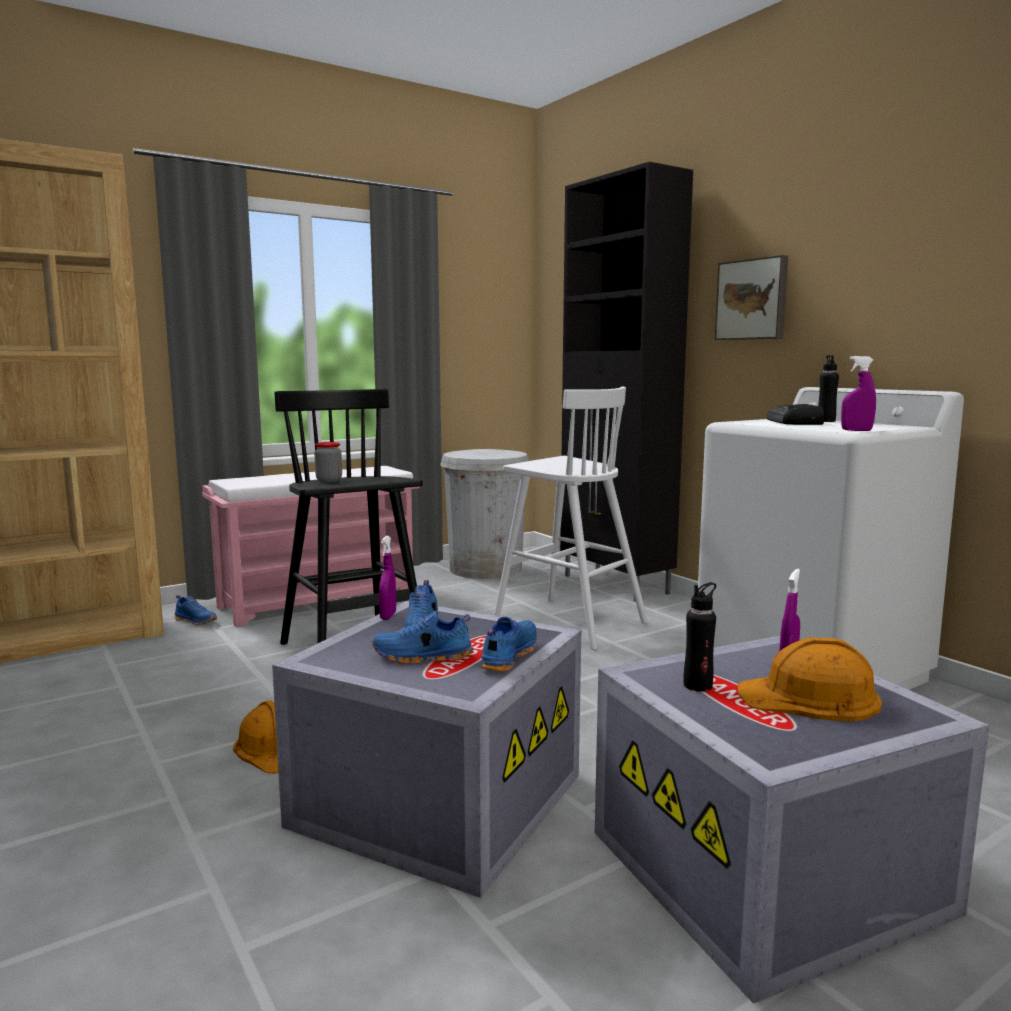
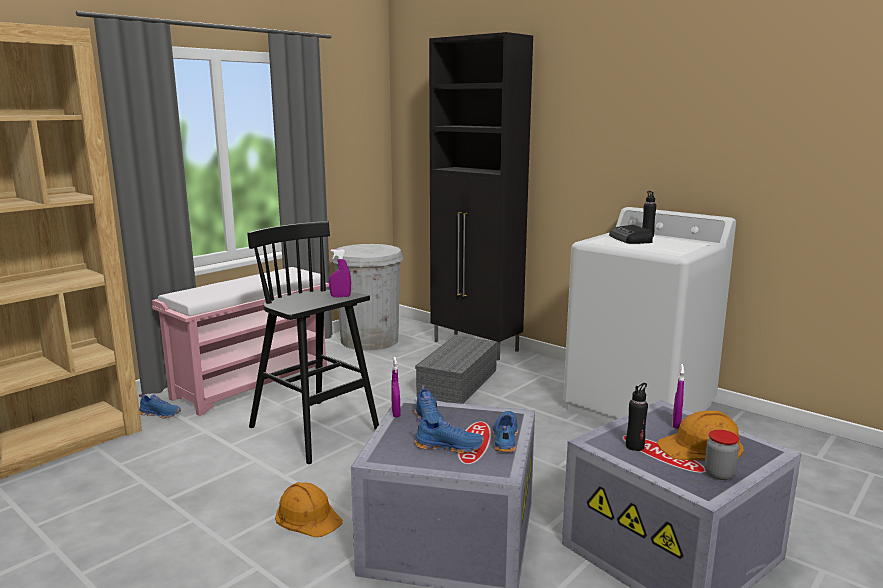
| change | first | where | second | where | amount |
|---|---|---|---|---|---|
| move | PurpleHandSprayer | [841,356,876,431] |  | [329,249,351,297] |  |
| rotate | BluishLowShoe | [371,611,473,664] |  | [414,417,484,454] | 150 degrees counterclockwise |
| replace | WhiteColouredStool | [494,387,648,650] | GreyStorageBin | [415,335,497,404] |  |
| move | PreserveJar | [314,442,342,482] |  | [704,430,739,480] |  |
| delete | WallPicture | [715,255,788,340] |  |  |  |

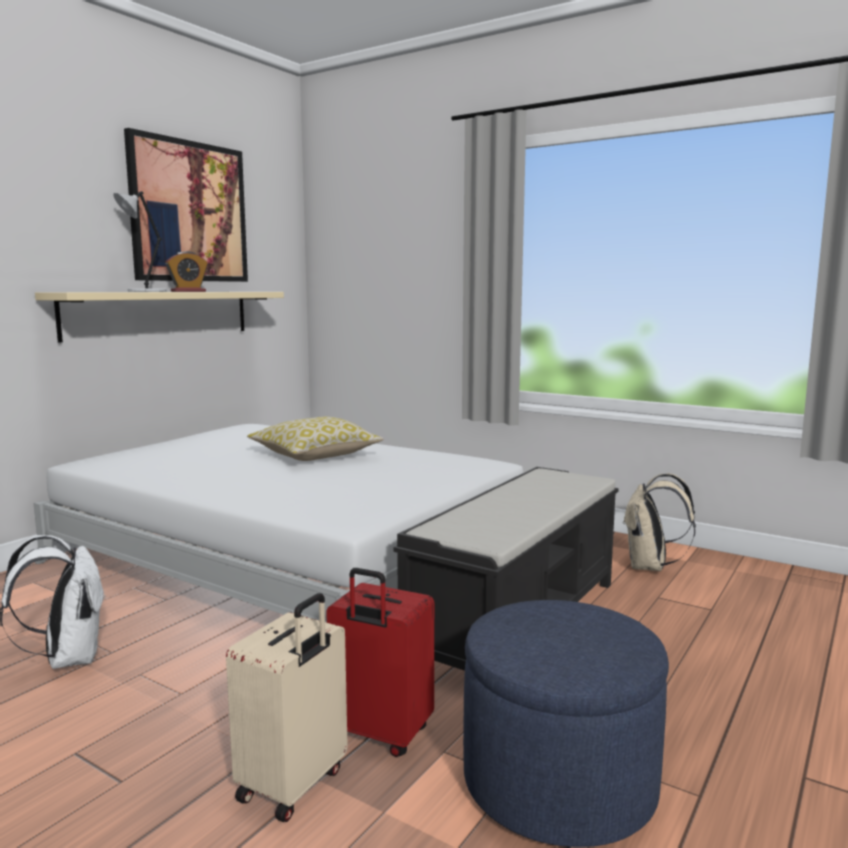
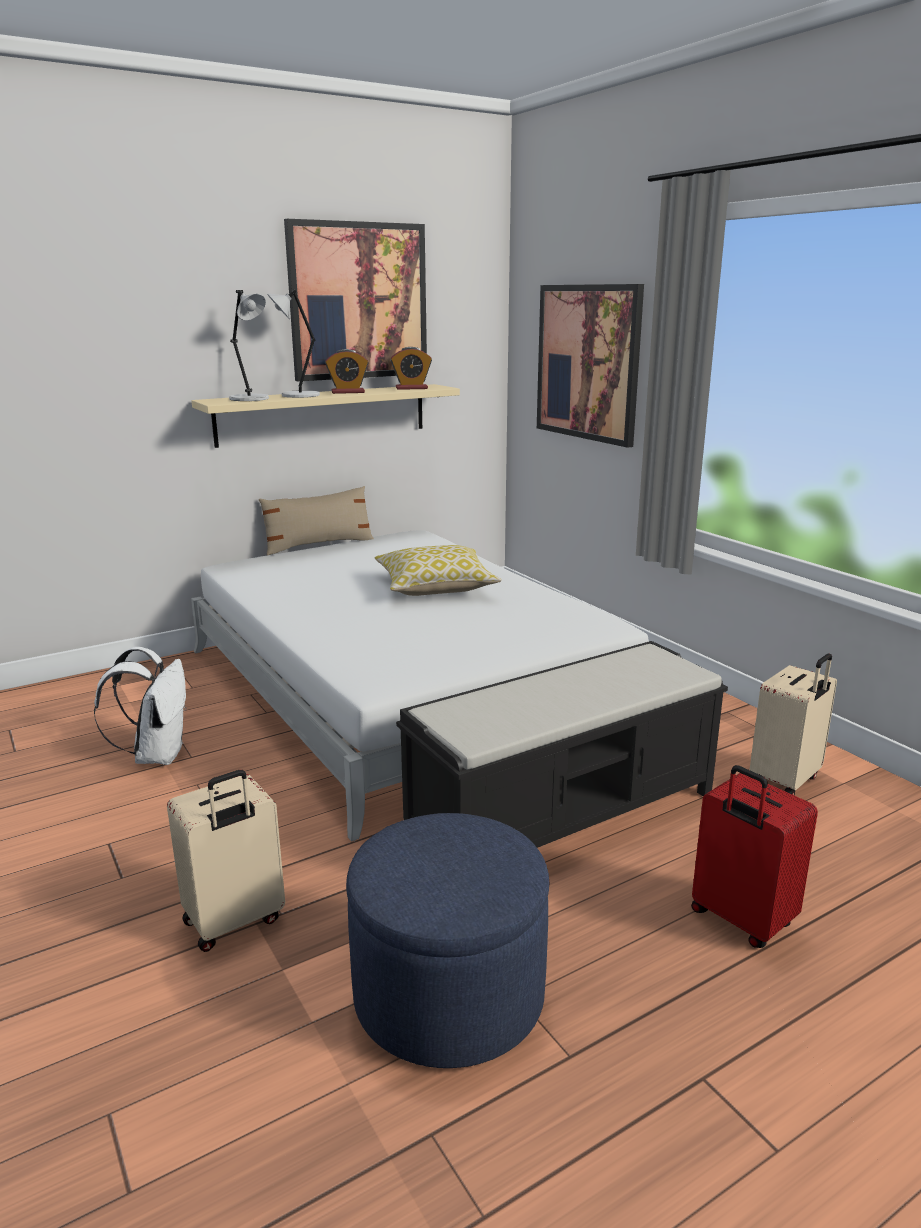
| change | first | where | second | where | amount |
|---|---|---|---|---|---|
| insert |  |  | GreyLampForATable | [229,290,269,401] |  |
| insert |  |  | BeigeCushion | [259,486,374,556] |  |
| insert |  |  | TableClock | [390,347,432,390] |  |
| insert |  |  | WallPicture | [537,284,644,448] |  |
| move | ReddishSuitcase | [326,568,434,757] |  | [691,765,818,948] |  |
| replace | BeigeRucksack | [623,473,696,571] | BeigeSuitcase | [750,654,837,796] |  |

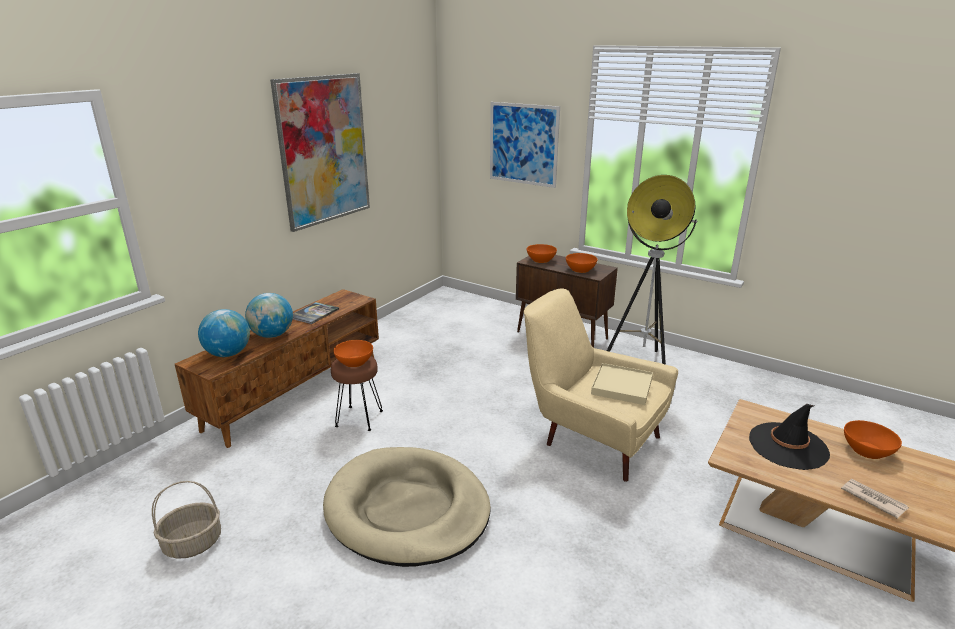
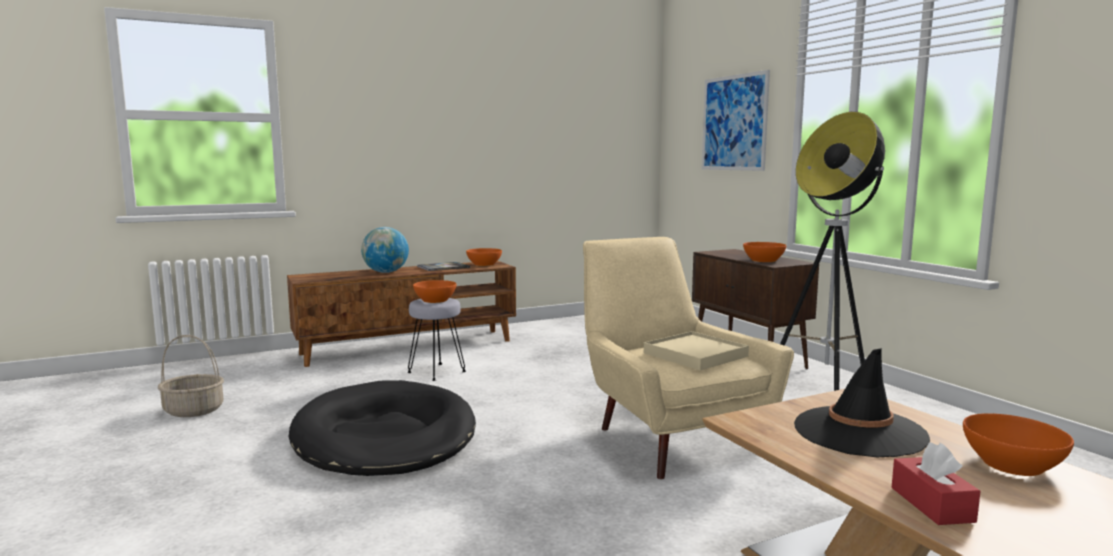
| change | first | where | second | where | amount |
|---|---|---|---|---|---|
| recolor | BeigeDogBed | [323,447,491,567] | BlackColouredDogBed | [288,380,476,476] |  |
| recolor | BrownishStool | [331,356,383,431] | GreyStool | [407,298,466,381] |  |
| move | OrangeColouredDeepDish | [527,244,557,263] |  | [466,248,502,266] |  |
| replace | DailyPaper | [841,479,909,519] | ReddishBoxOfTissues | [891,443,981,525] |  |
| delete | DeskGlobe | [198,309,250,357] |  |  |  |
| delete | WallPicture | [270,73,370,232] |  |  |  |

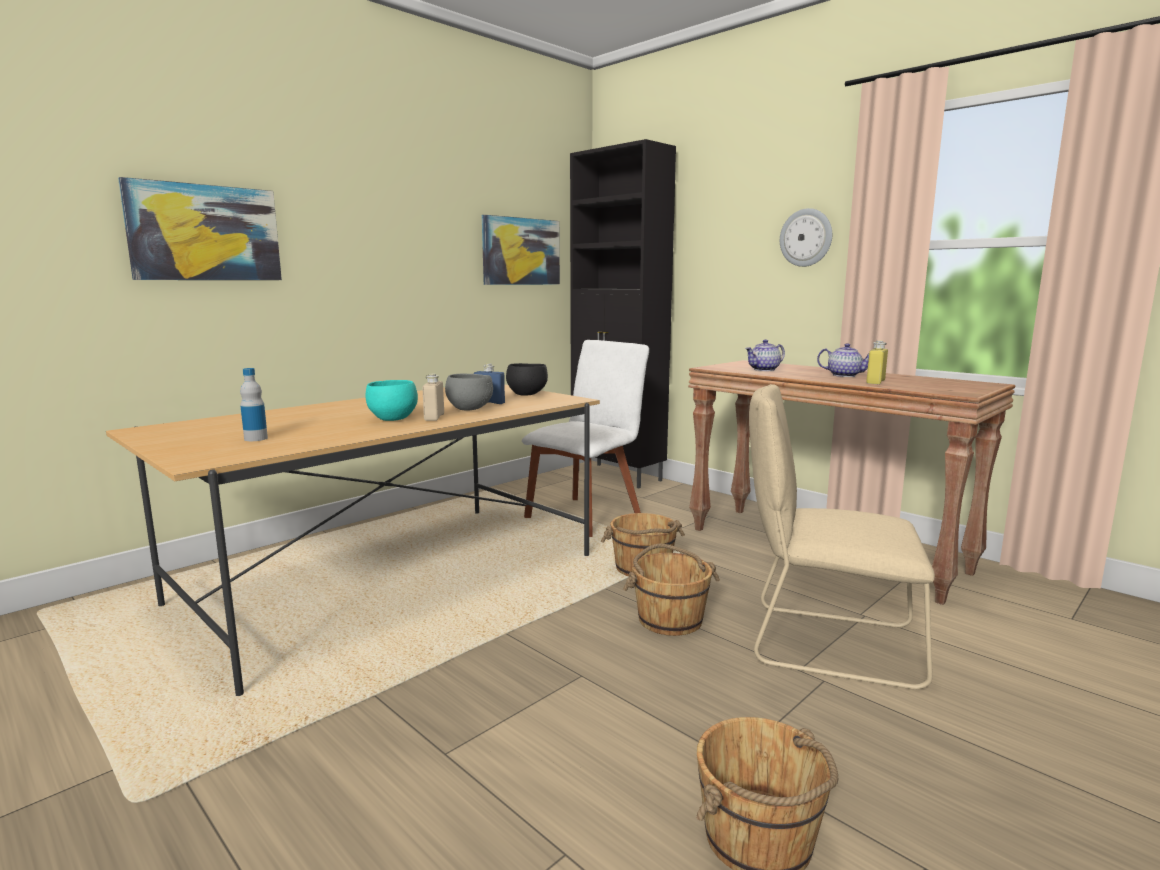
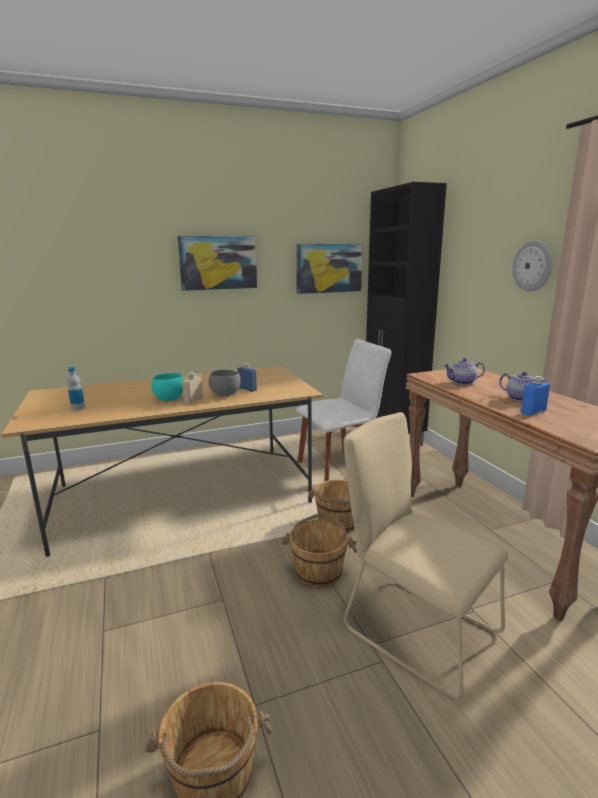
| change | first | where | second | where | amount |
|---|---|---|---|---|---|
| move | WallPicture | [118,177,282,280] |  | [177,236,257,291] |  |
| recolor | YellowDrinkBottle | [867,340,888,384] | BluishDrinkBottle | [521,376,550,416] |  |
| delete | BlackColouredDeepDish | [506,363,548,395] |  |  |  |

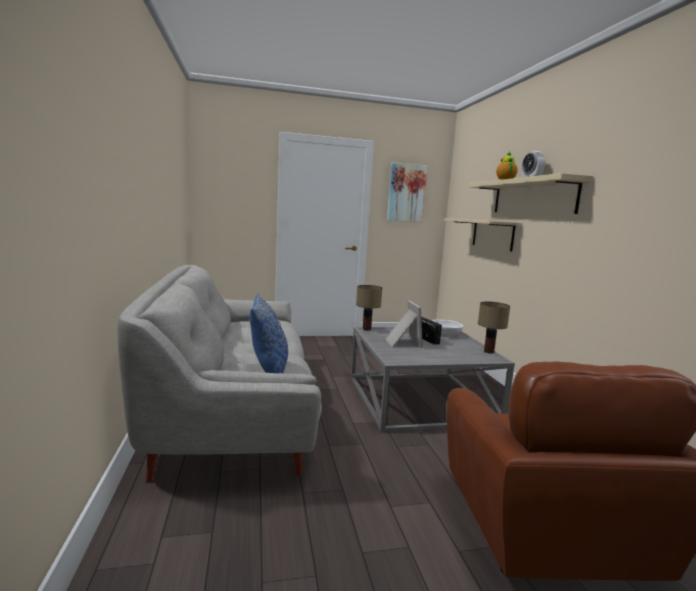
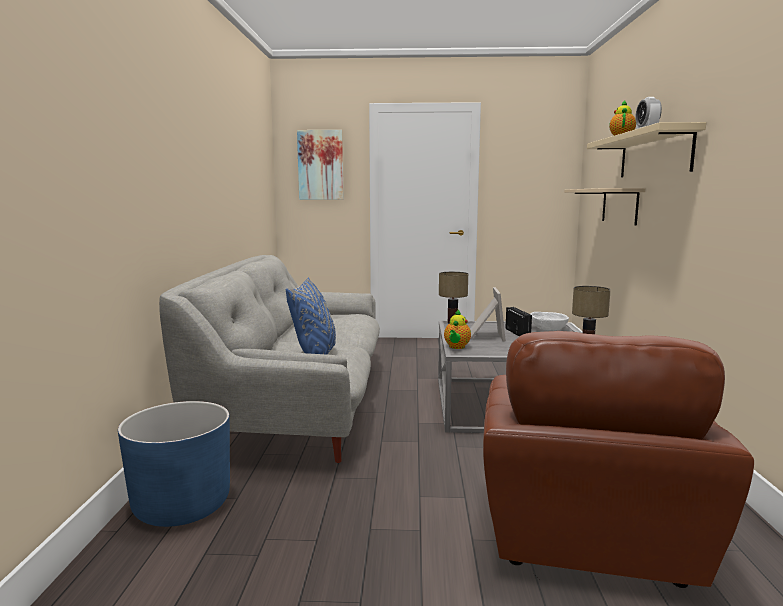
| change | first | where | second | where | amount |
|---|---|---|---|---|---|
| insert |  |  | BluishPlantPot | [118,401,230,527] |  |
| move | WallPicture | [387,162,428,222] |  | [297,130,343,200] |  |
| insert |  |  | Teapot | [444,310,471,349] |  |

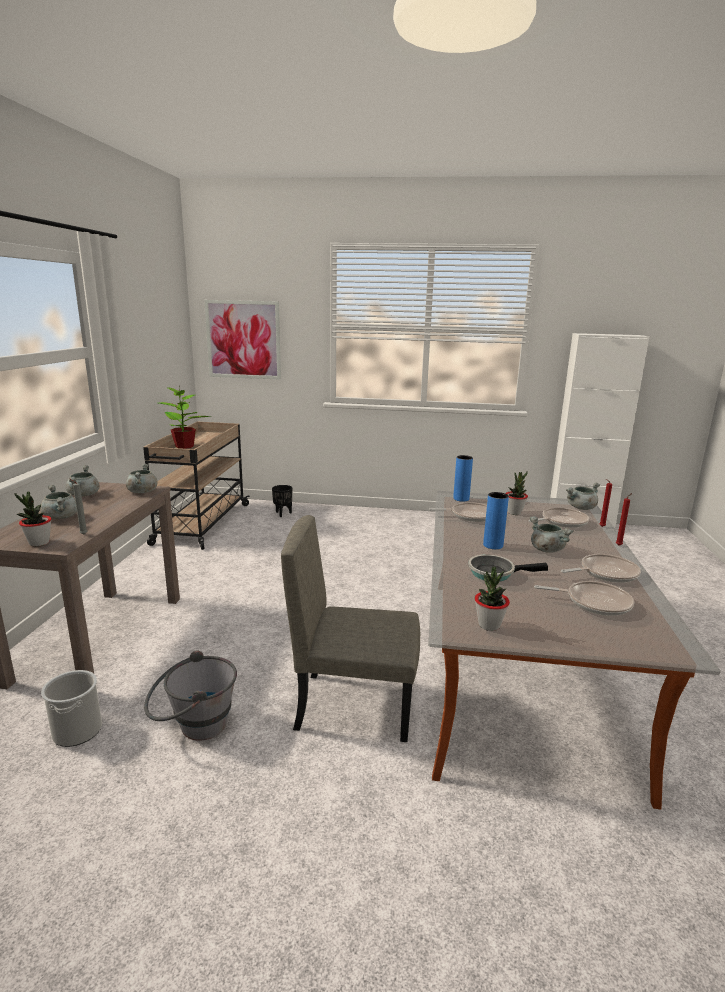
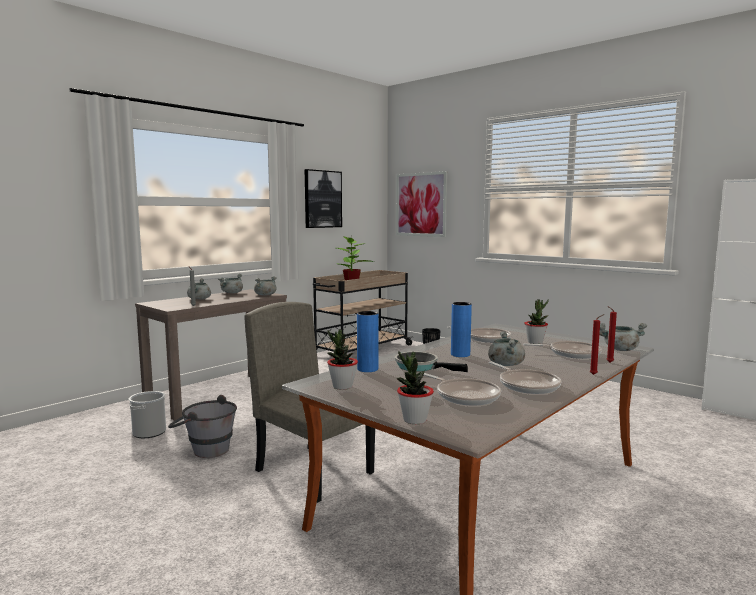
| change | first | where | second | where | amount |
|---|---|---|---|---|---|
| insert |  |  | WallPicture | [305,169,342,228] |  |
| move | BluishFlowerVase | [453,455,473,502] |  | [357,311,378,372] |  |
| move | PottedPlant | [14,491,52,546] |  | [397,352,434,424] |  |
| rotate | Skillet | [561,554,641,583] |  | [489,362,562,394] | 45 degrees clockwise |

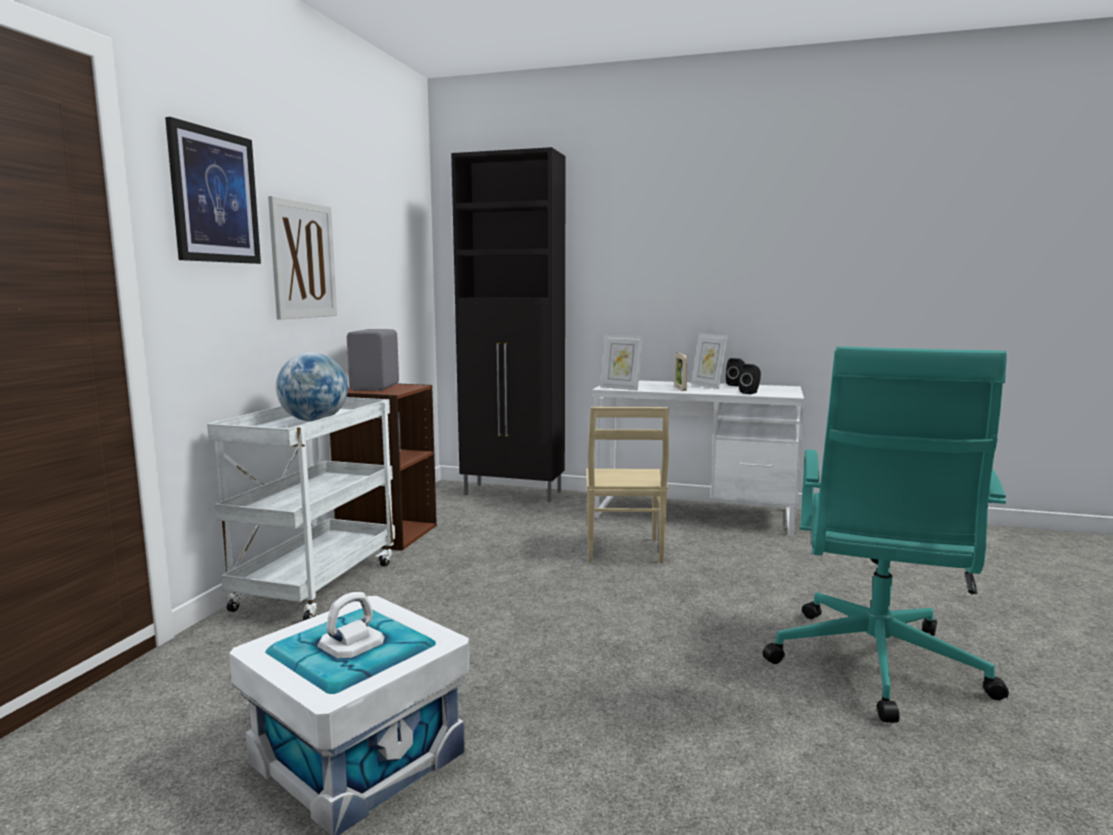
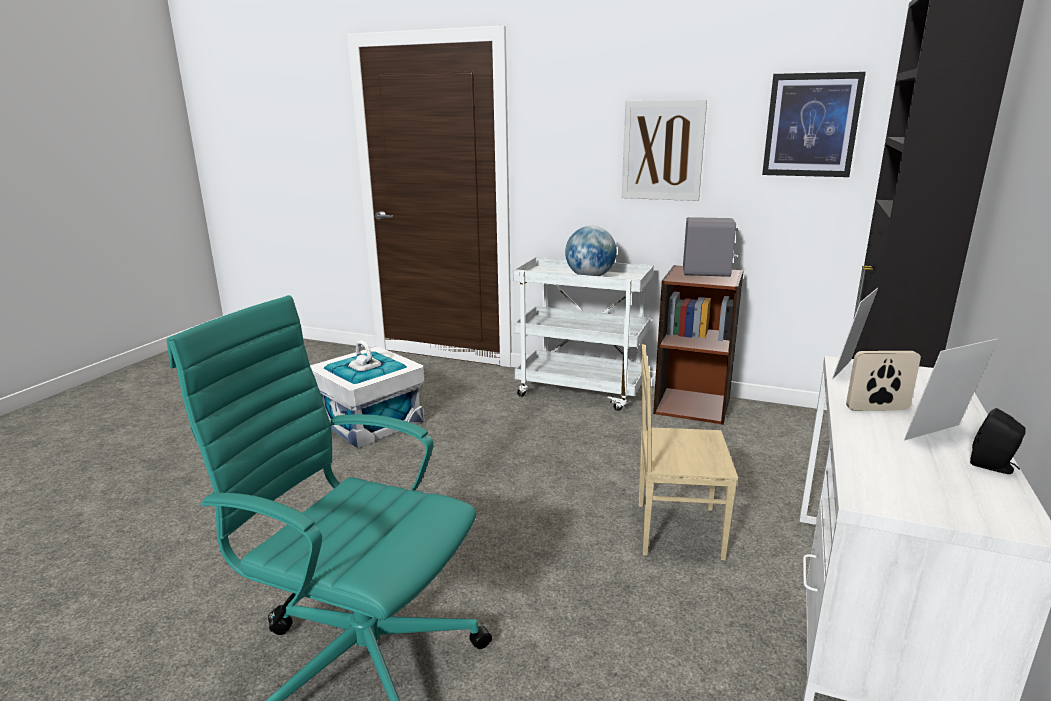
| change | first | where | second | where | amount |
|---|---|---|---|---|---|
| move | WallPicture | [165,117,261,264] |  | [762,72,866,177] |  |
| delete | BlackColouredLoudspeaker | [739,364,761,394] |  |  |  |

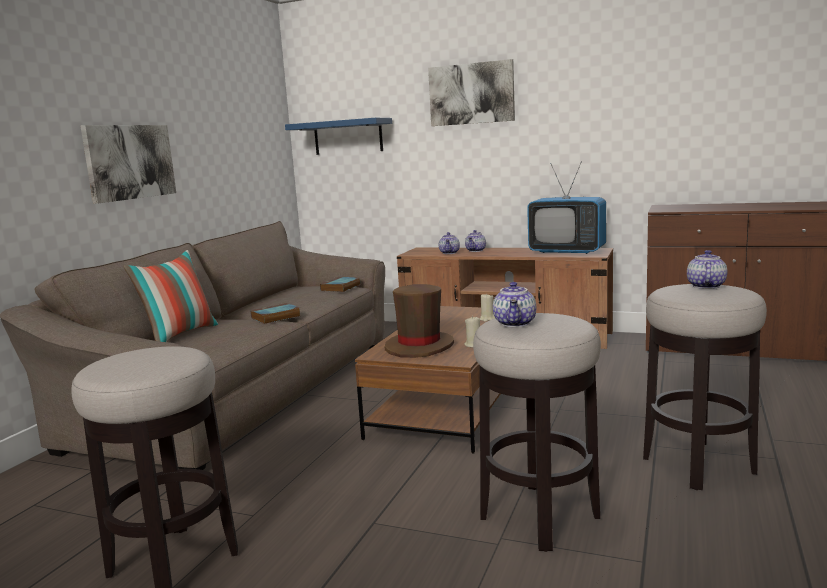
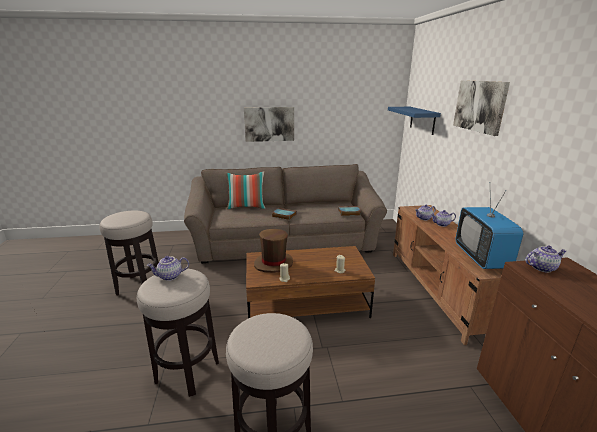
| change | first | where | second | where | amount |
|---|---|---|---|---|---|
| move | Teapot | [687,250,727,289] |  | [525,246,566,273] |  |

